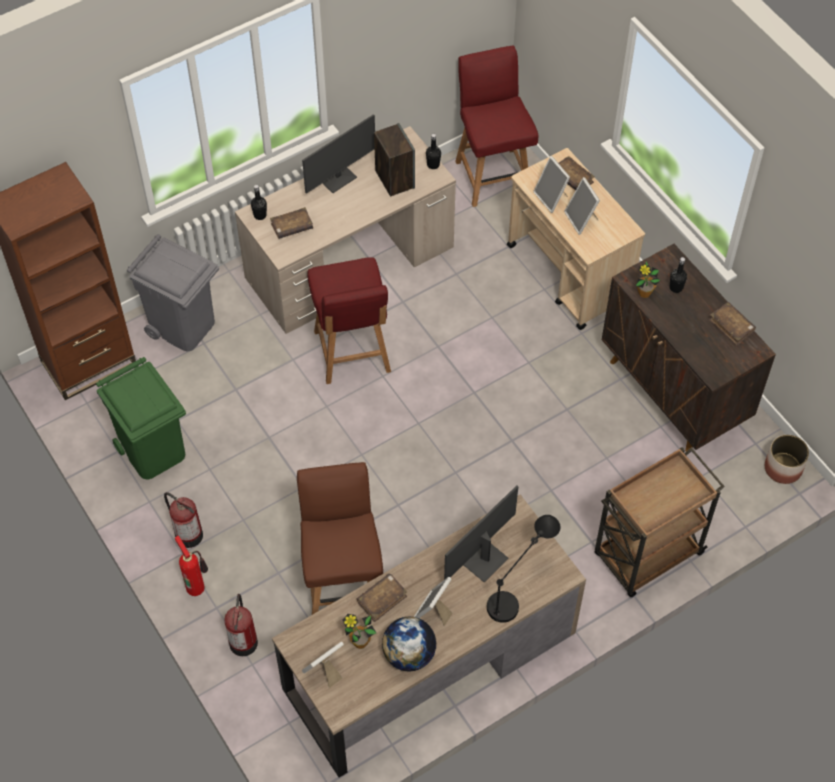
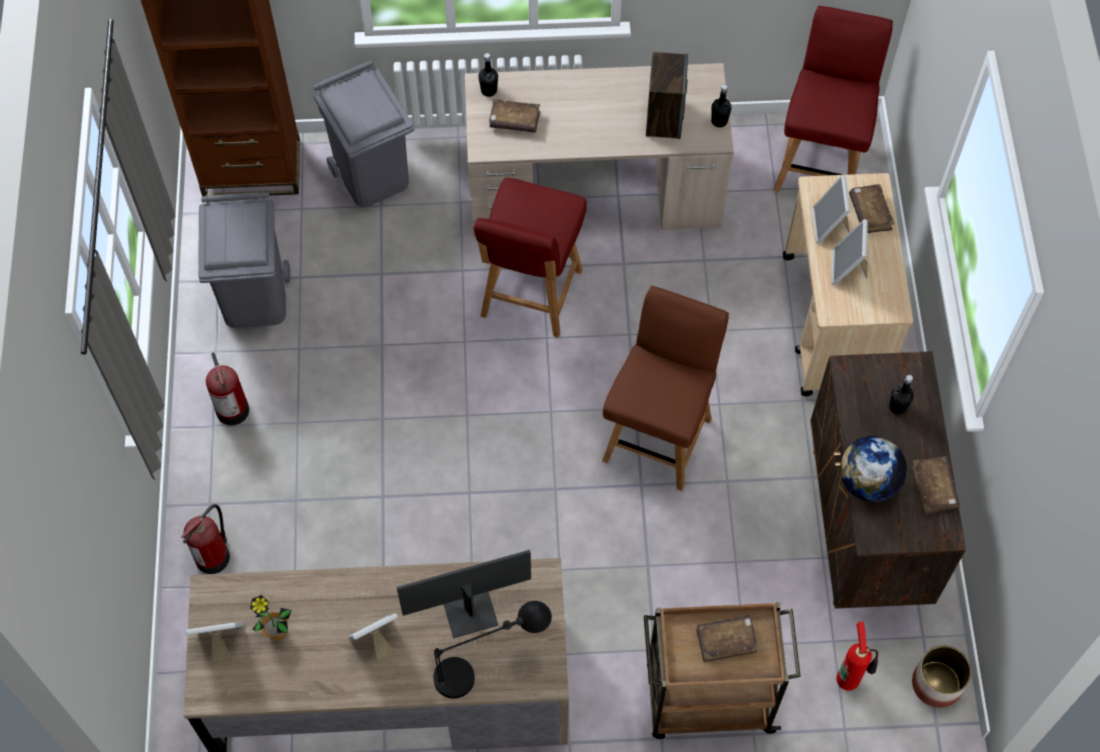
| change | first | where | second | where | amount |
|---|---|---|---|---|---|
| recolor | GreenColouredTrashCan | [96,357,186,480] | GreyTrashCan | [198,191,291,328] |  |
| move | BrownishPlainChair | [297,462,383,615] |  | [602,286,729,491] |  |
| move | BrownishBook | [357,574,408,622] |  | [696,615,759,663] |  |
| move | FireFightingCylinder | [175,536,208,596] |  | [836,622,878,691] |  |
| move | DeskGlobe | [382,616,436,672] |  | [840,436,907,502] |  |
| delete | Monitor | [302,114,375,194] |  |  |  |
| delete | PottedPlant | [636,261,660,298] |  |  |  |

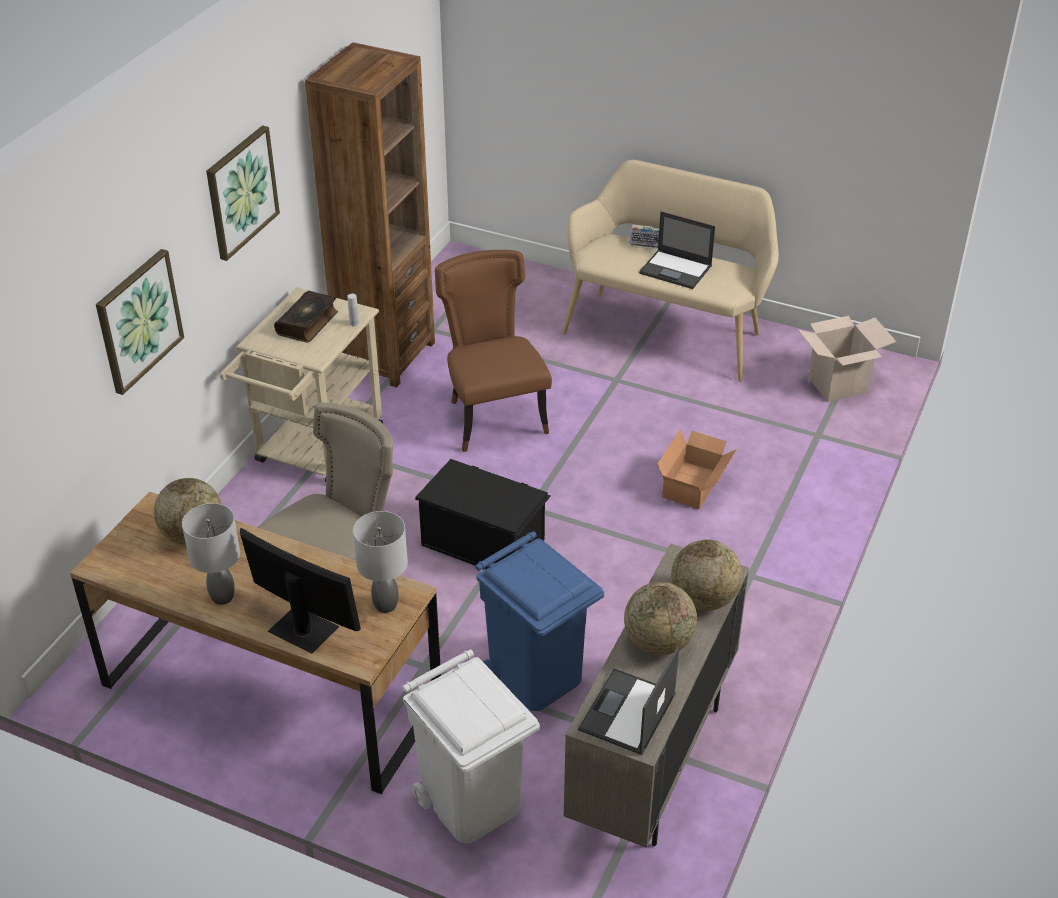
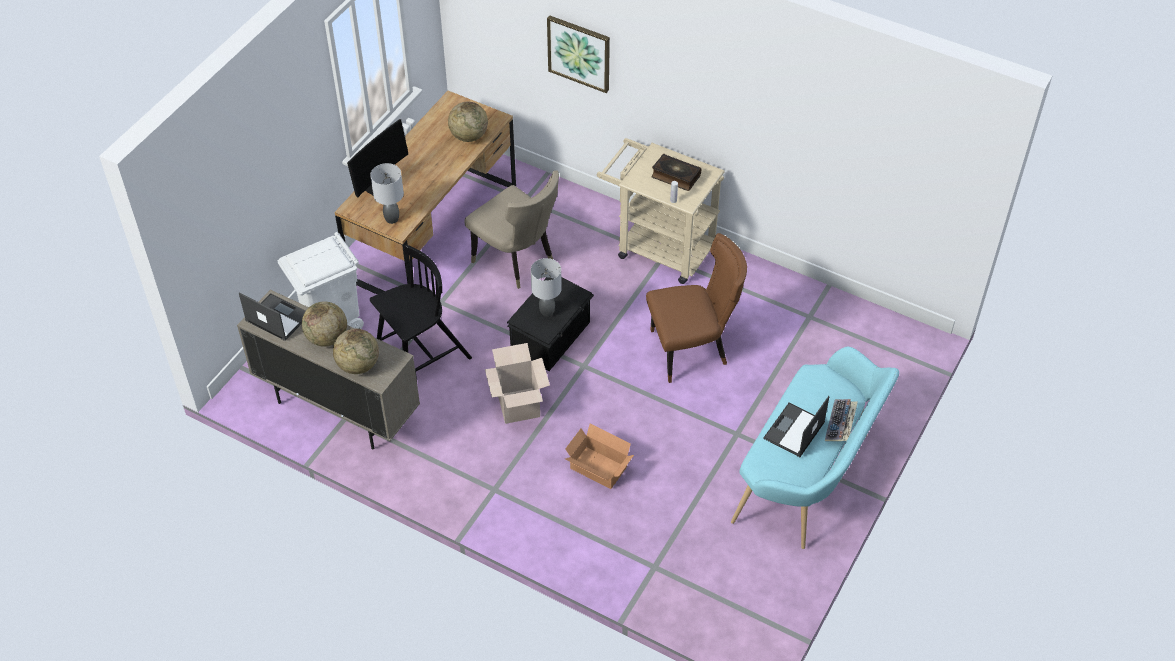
| change | first | where | second | where | amount |
|---|---|---|---|---|---|
| replace | BluishTrashCan | [475,531,604,711] | BlackColouredPlainChair | [370,245,472,371] |  |
| move | Carton | [798,316,897,402] |  | [485,343,550,424] |  |
| move | GreyLampForATable | [182,503,240,605] |  | [531,258,562,317] |  |
| recolor | BeigeLongSeat | [562,160,779,382] | TurquoiseColouredLongSeat | [731,347,899,549] |  |
| delete | WallPicture | [206,125,280,261] |  |  |  |
| delete | BrownishBookcase | [305,42,435,388] |  |  |  |

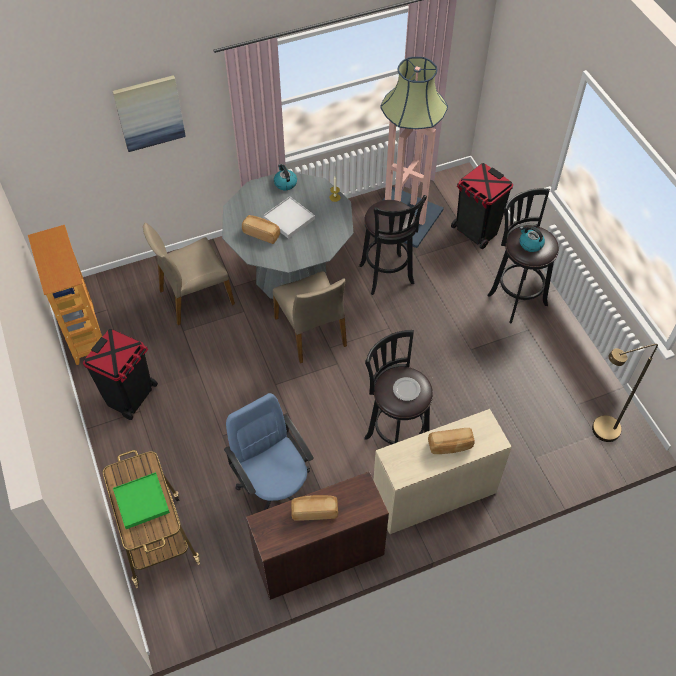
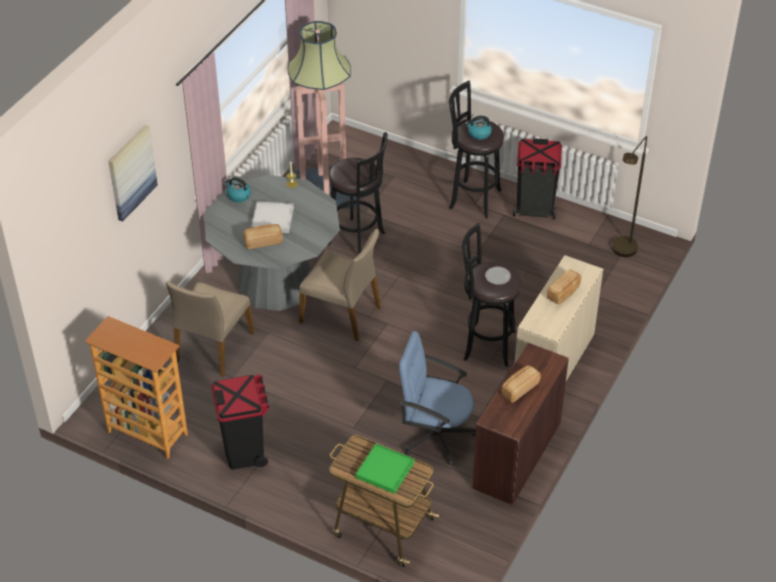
| change | first | where | second | where | amount |
|---|---|---|---|---|---|
| move | BlackColouredTrashCan | [451,163,513,249] |  | [513,138,562,219] |  |

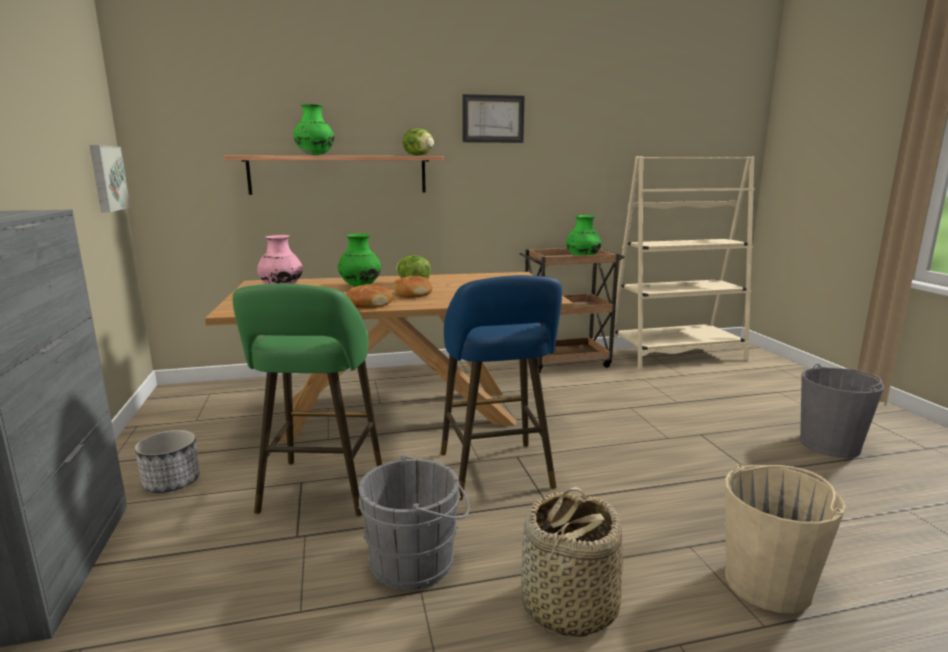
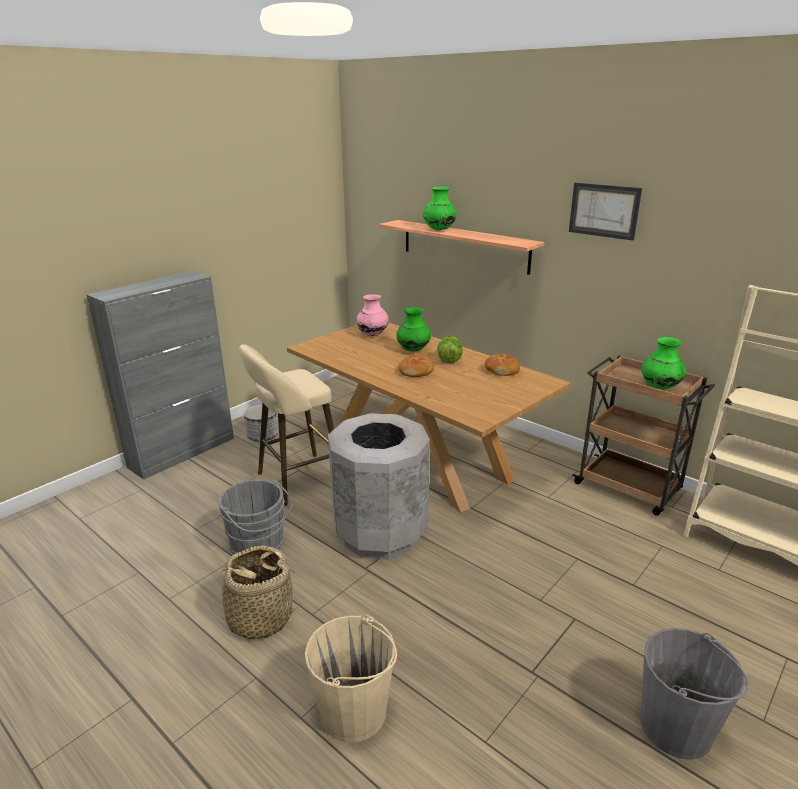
| change | first | where | second | where | amount |
|---|---|---|---|---|---|
| recolor | GreenColouredStool | [233,284,382,516] | BeigeStool | [239,344,334,506] |  |
| replace | BluishStool | [441,275,562,500] | GreyTrashCan | [328,413,430,560] |  |
| move | BakedBread | [346,284,393,308] |  | [485,354,520,376] |  |
| delete | WallPicture | [90,145,130,212] |  |  |  |
| delete | LettuceHead | [403,128,434,156] |  |  |  |

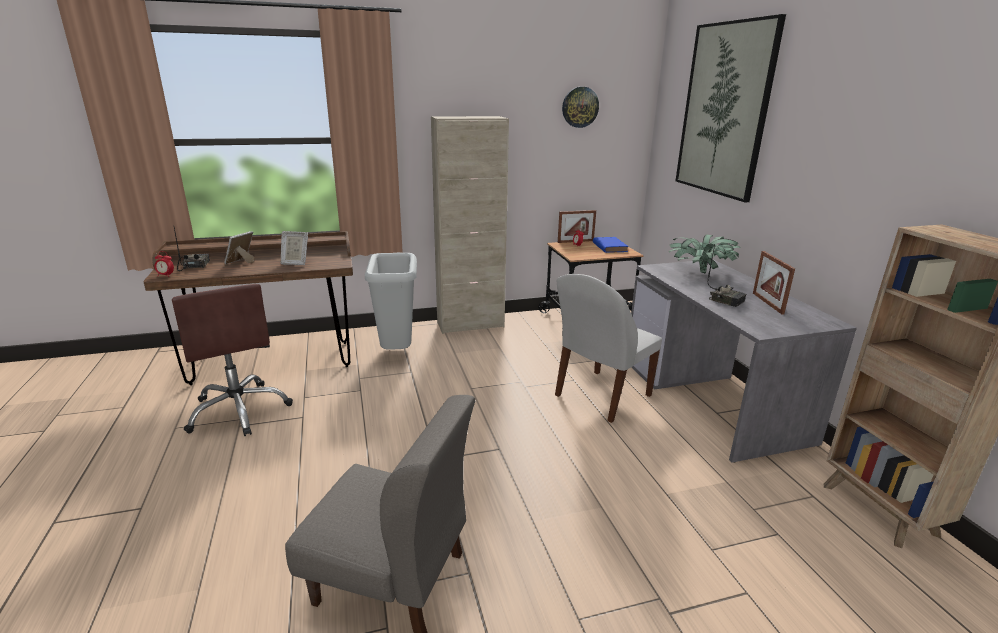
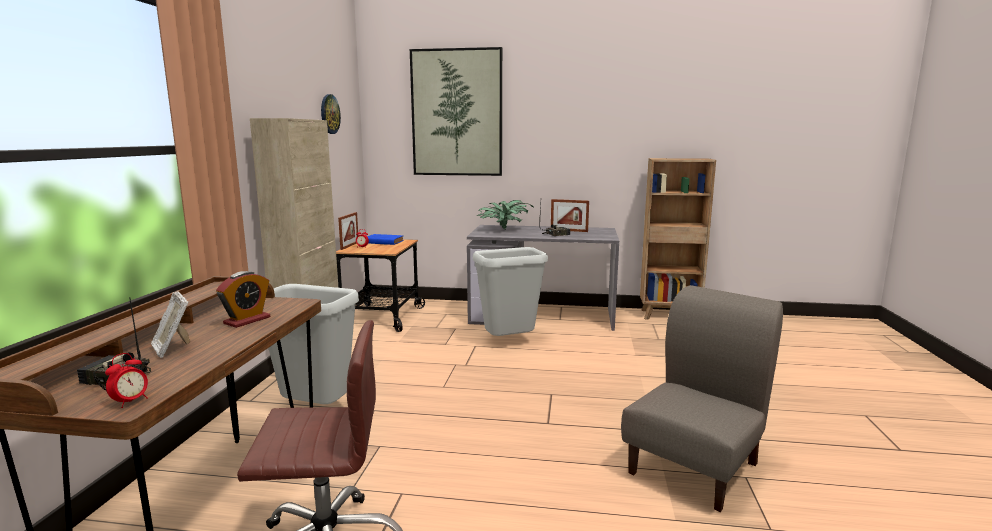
| change | first | where | second | where | amount |
|---|---|---|---|---|---|
| replace | StandingFrame | [281,231,308,265] | TableClock | [216,271,270,328] |  |
| replace | WhiteColouredPlainChair | [555,274,662,423] | GreyTrashCan | [473,247,548,336] |  |

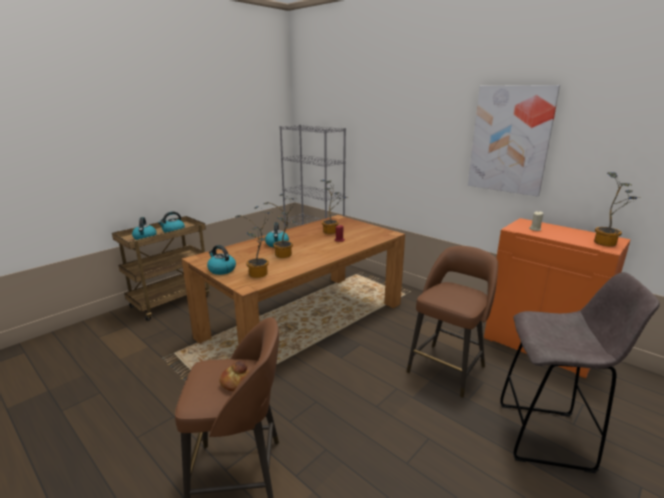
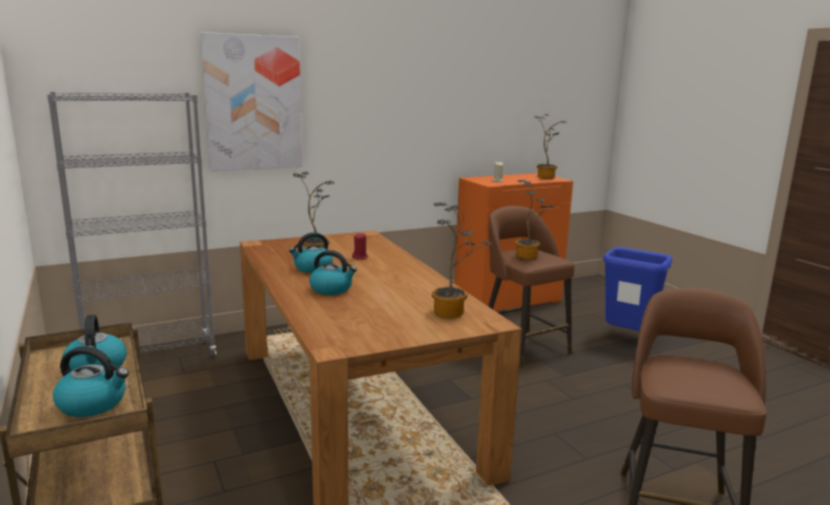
| change | first | where | second | where | amount |
|---|---|---|---|---|---|
| move | WallPicture | [468,85,560,197] |  | [200,32,302,171] |  |
| move | TeaKettle | [207,245,236,275] |  | [289,233,333,273] |  |
| move | PottedPlant | [264,194,296,258] |  | [515,180,555,260] |  |
| replace | GreyStool | [500,272,660,473] | BluishTrashCan | [603,247,672,331] |  |
| delete | BakedBread | [219,361,249,391] |  |  |  |

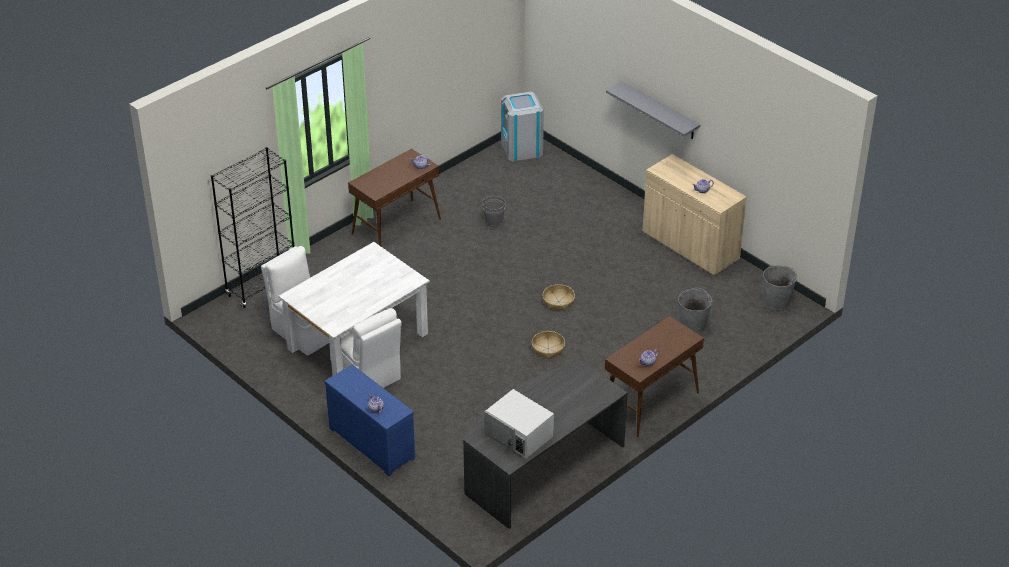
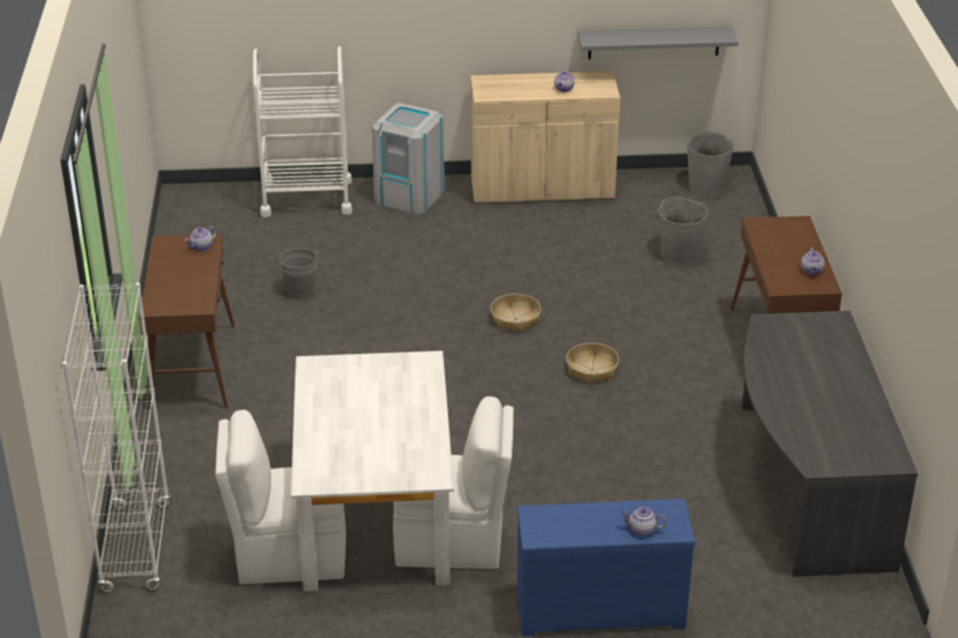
| change | first | where | second | where | amount |
|---|---|---|---|---|---|
| recolor | BlackColouredBookcase | [211,147,294,308] | WhiteColouredBookcase | [62,283,170,592] |  |
| insert |  |  | WhiteColouredWheeledCart | [253,46,352,217] |  |
| move | GreyTrashCan | [501,92,544,162] |  | [372,103,444,214] |  |
| move | GreyShelf | [606,81,700,139] |  | [577,27,738,59] |  |
| delete | WhiteColouredMicrowave | [484,389,554,459] |  |  |  |

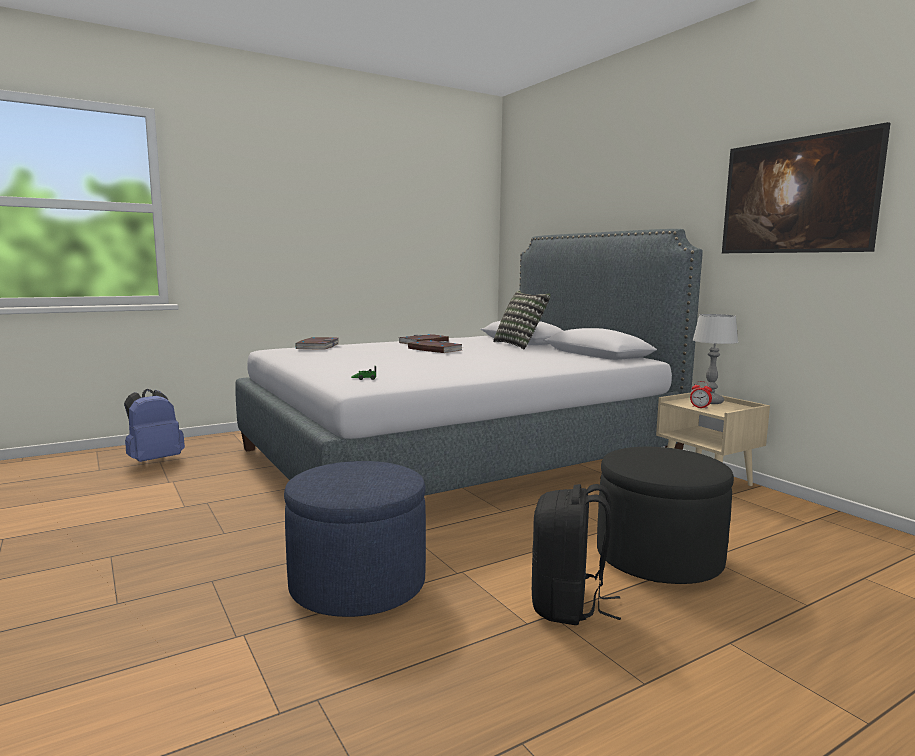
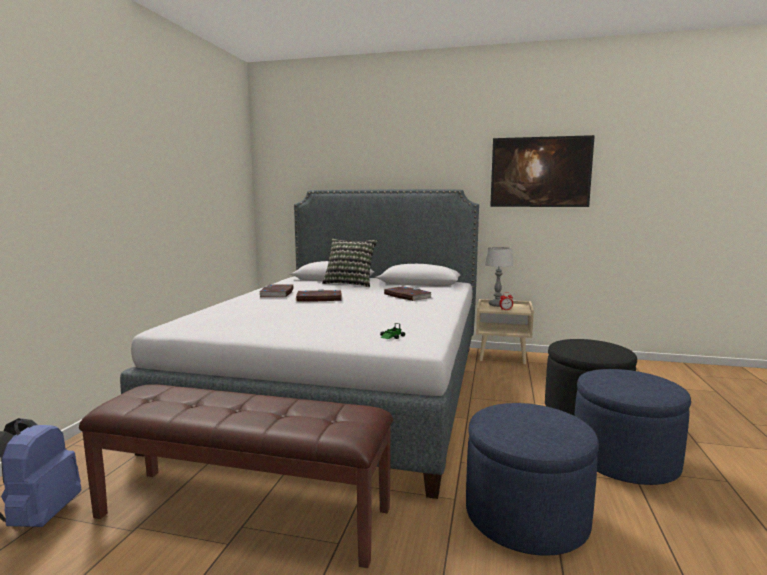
| change | first | where | second | where | amount |
|---|---|---|---|---|---|
| insert |  |  | BrownishLongSeat | [79,384,393,568] |  |
| move | Book | [295,337,339,350] |  | [384,286,432,301] |  |
| replace | BlackColouredRucksack | [532,484,621,625] | BluishFootrest | [574,369,691,485] |  |

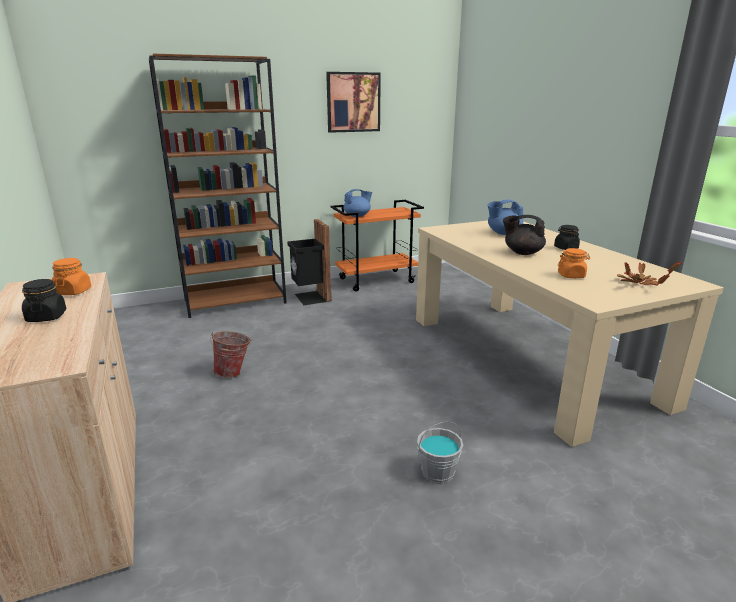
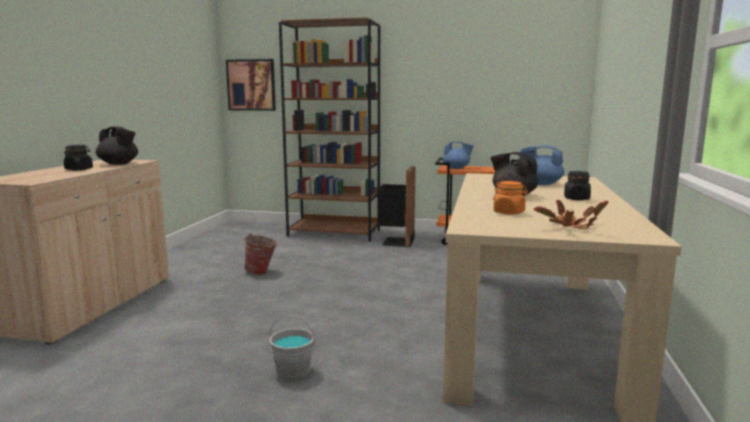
| change | first | where | second | where | amount |
|---|---|---|---|---|---|
| replace | OrangeColouredPreserveJar | [52,258,91,295] | BlackColouredTeapot | [96,127,138,165] |  |
| move | WallPicture | [326,72,381,133] |  | [226,59,276,111] |  |

